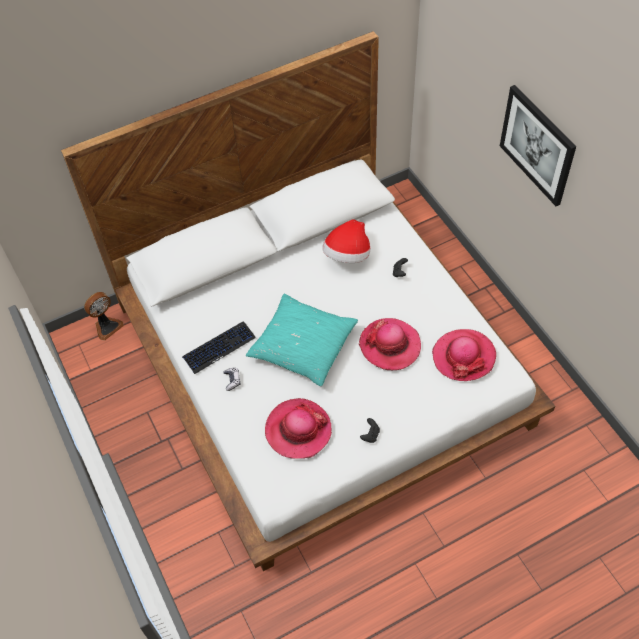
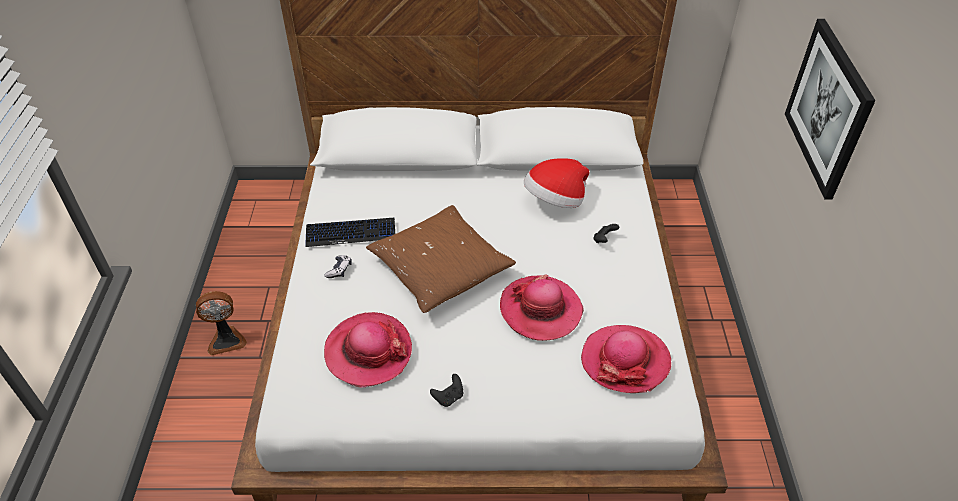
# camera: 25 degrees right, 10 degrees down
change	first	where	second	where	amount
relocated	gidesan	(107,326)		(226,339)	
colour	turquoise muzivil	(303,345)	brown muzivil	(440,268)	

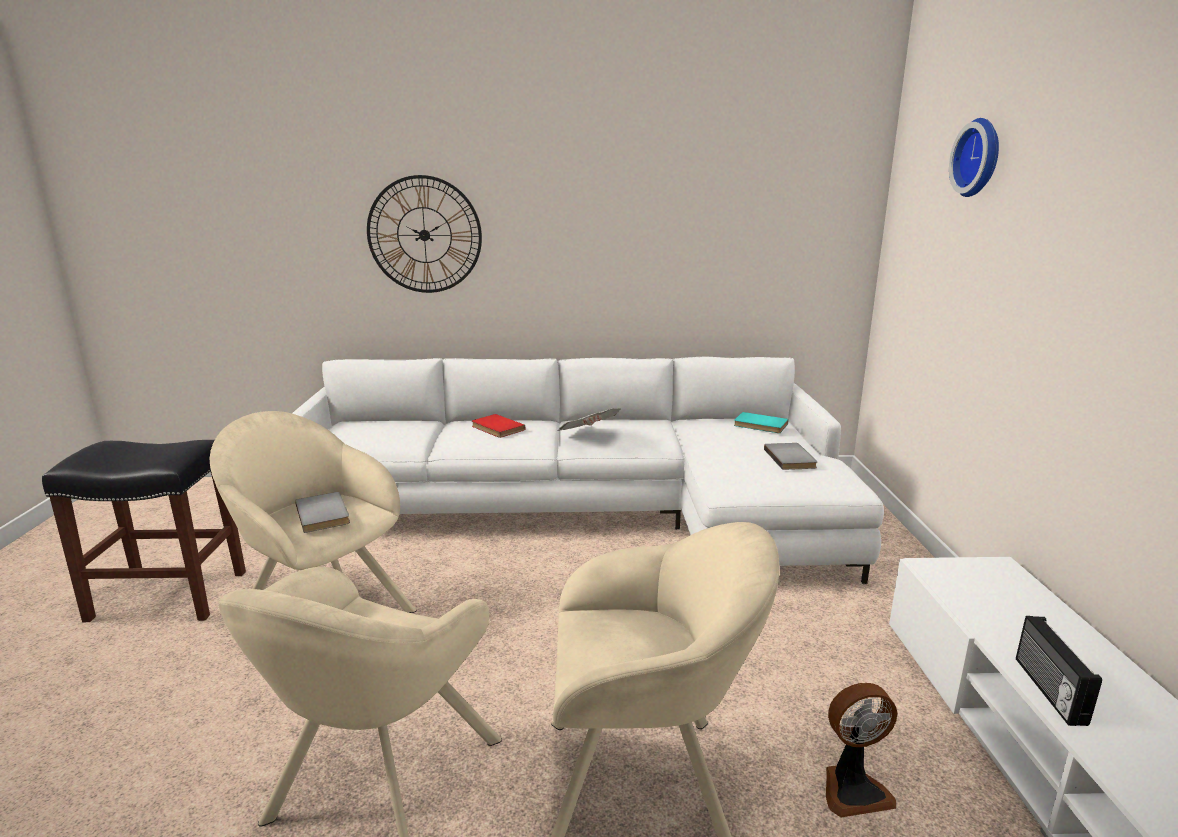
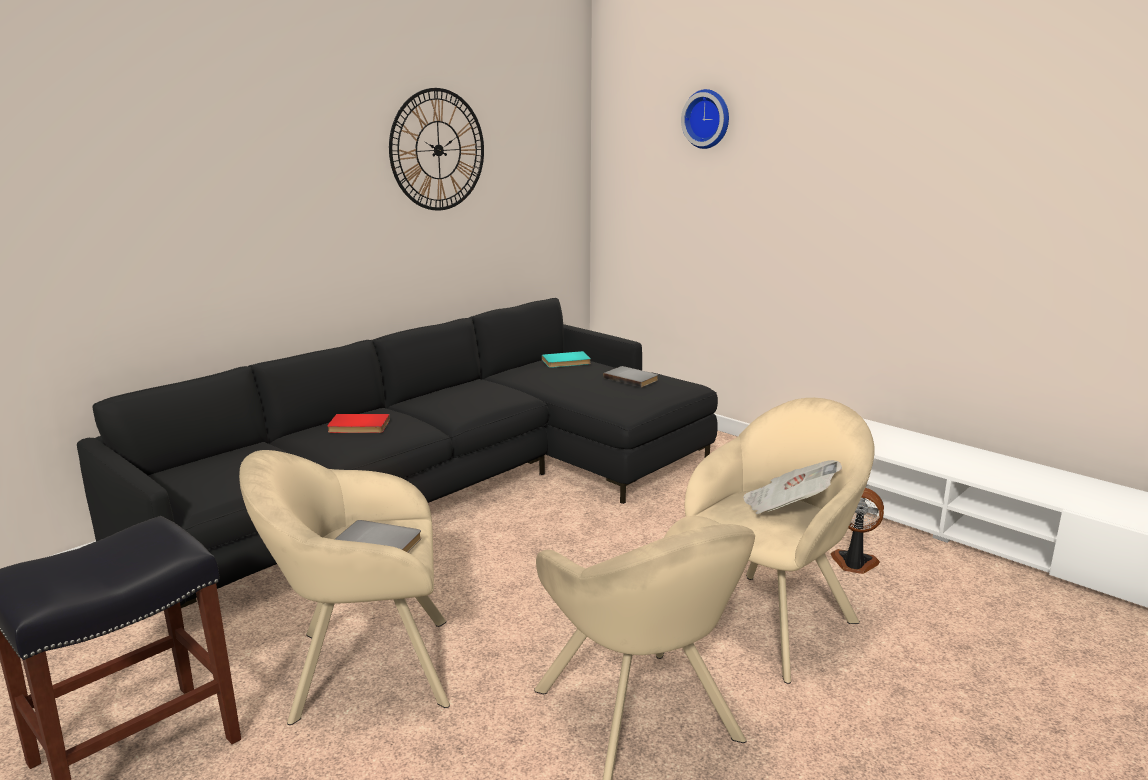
# camera: 45 degrees left, 0 degrees up
change	first	where	second	where	amount
colour	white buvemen	(591,511)	black buvemen	(452,489)	
relocated	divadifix	(424,235)		(438,150)	
relocated	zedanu	(588,436)		(787,507)	
spun	gidesan	(853,789)		(854,564)	105 degrees counterclockwise
missing	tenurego	(1047,690)			

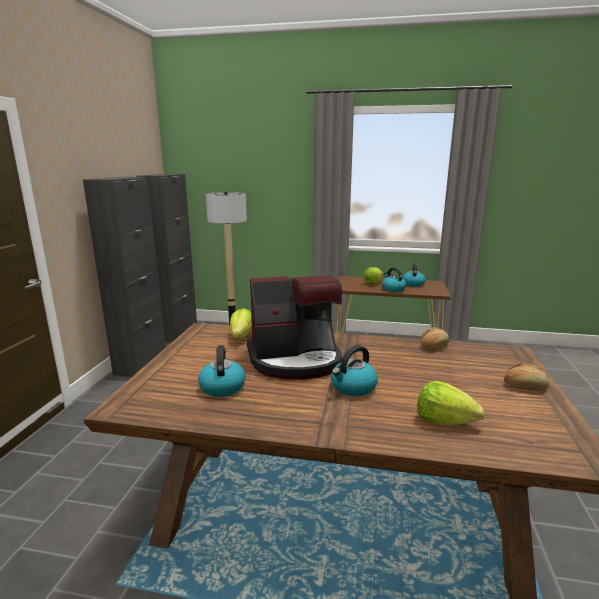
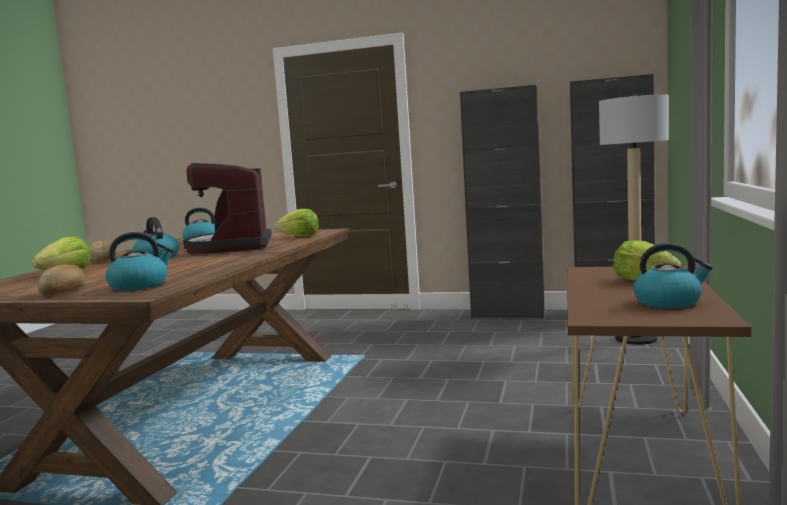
# camera: 95 degrees right, 10 degrees down
change	first	where	second	where	amount
relocated	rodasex	(433,346)		(102,260)	
relocated	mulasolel	(393,289)		(140,286)	

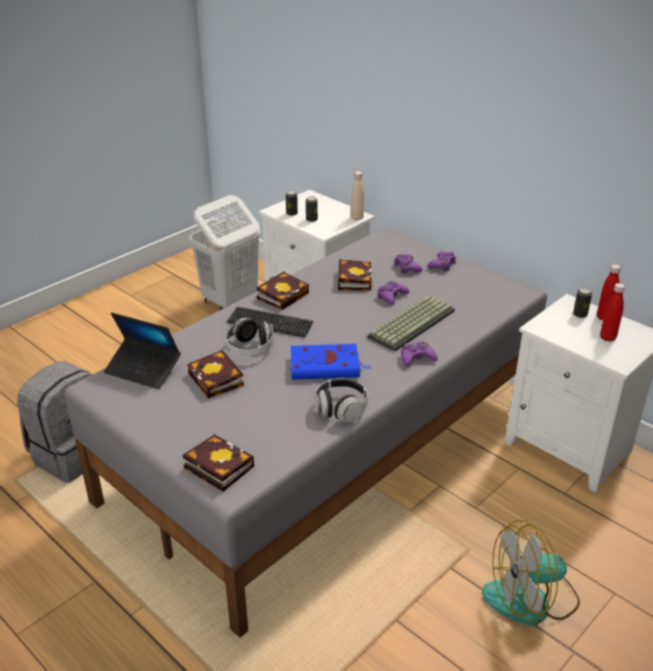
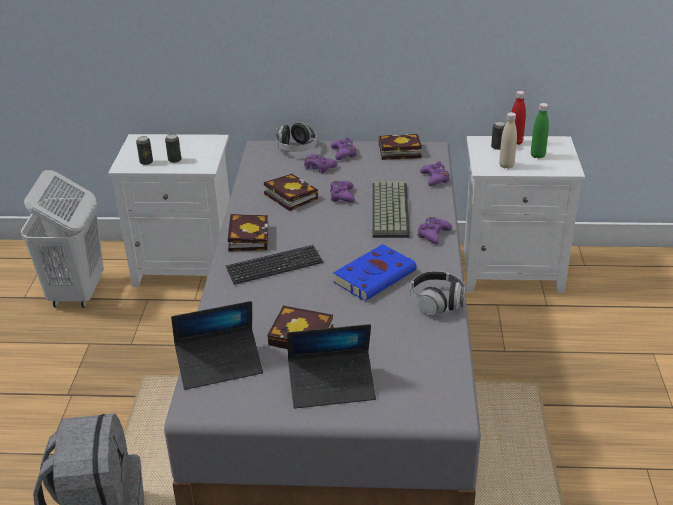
# camera: 40 degrees left, 0 degrees up
change	first	where	second	where	amount
relocated	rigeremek	(250,348)		(296,148)	
appeared			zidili	(332,386)	
relocated	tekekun	(216,466)		(397,151)	
appeared			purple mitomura	(435,179)	
relocated	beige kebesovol	(357,217)		(506,165)	
colour	red kebesovol	(607,338)	green kebesovol	(537,155)	
missing	gidesan	(531,599)			

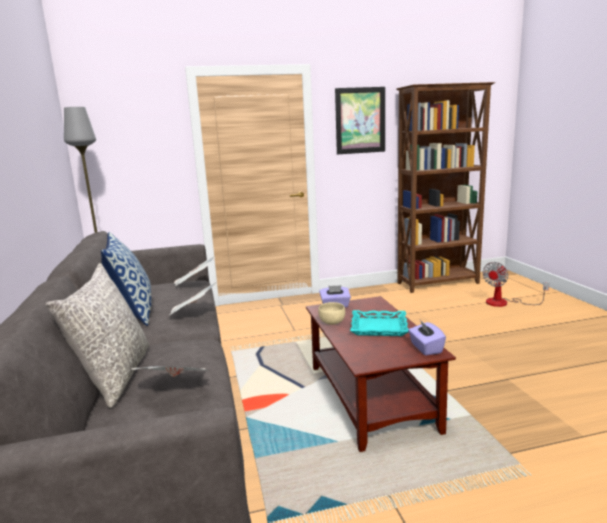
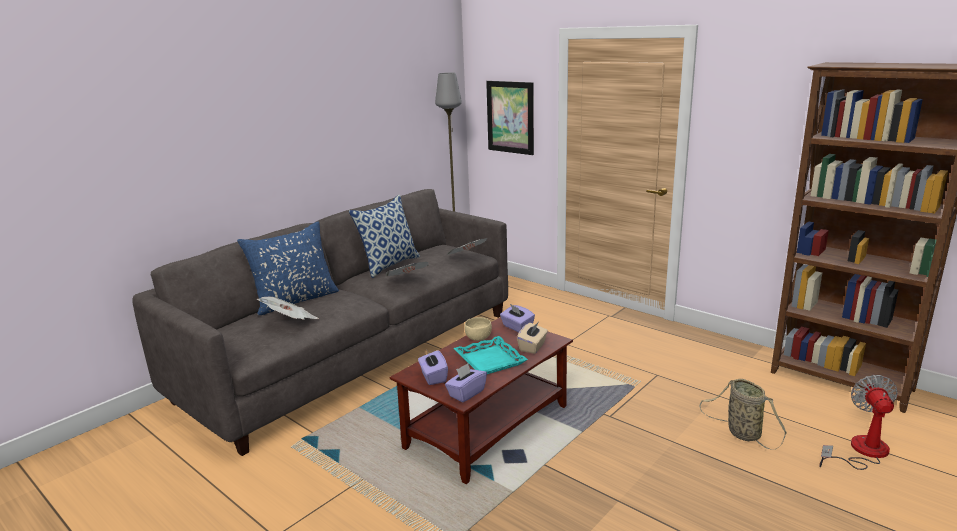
# camera: 55 degrees right, 5 degrees up
change	first	where	second	where	amount
colour	grey muzivil	(115,376)	blue muzivil	(295,300)	
appeared			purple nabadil	(433,377)	
relocated	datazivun	(360,120)		(510,117)	
appeared			beige nabadil	(532,347)	
appeared			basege	(741,432)	
spun	gidesan	(504,303)		(861,451)	90 degrees clockwise

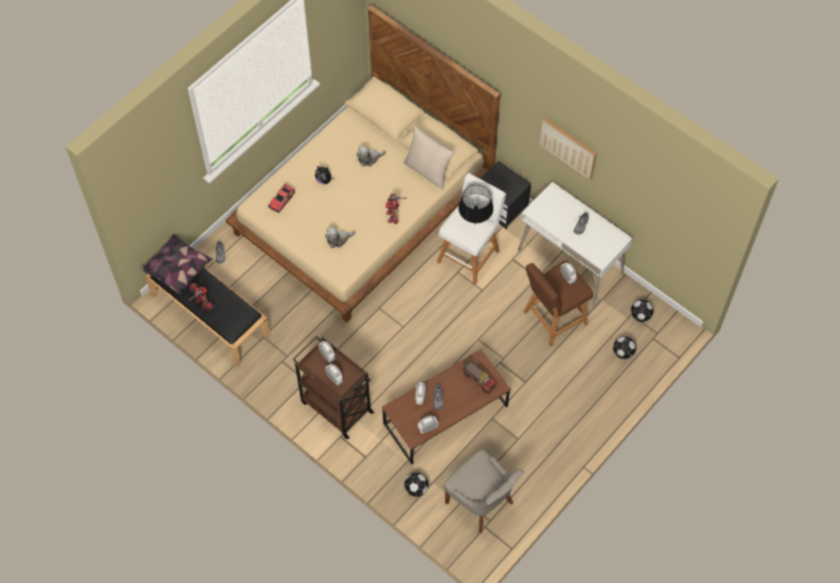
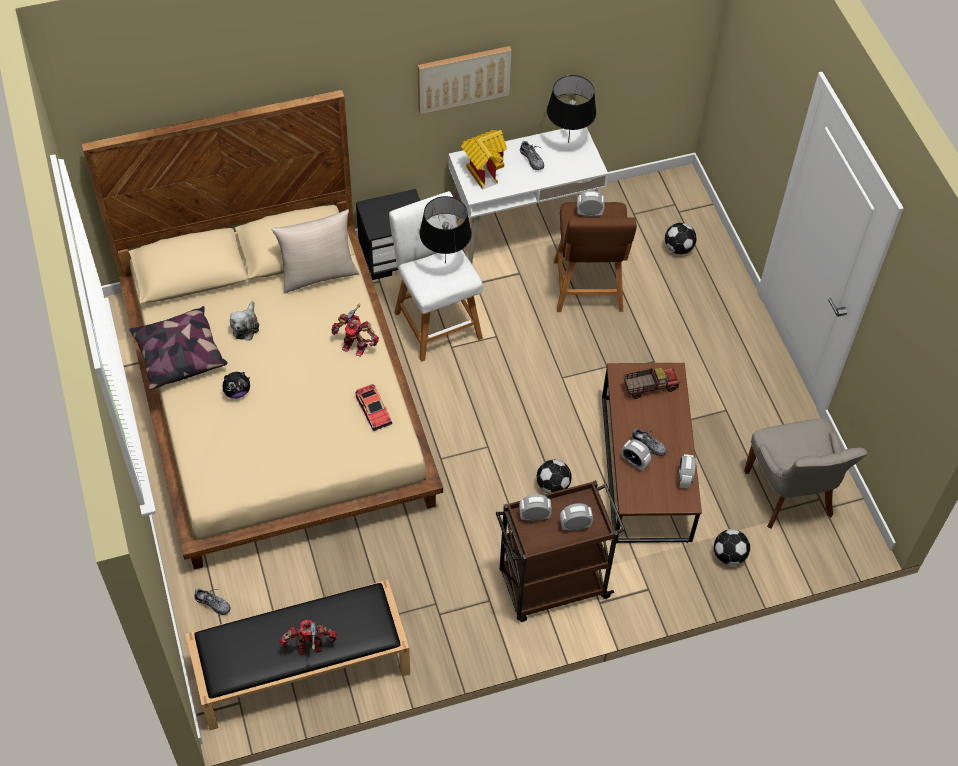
# camera: 60 degrees left, 5 degrees down
change	first	where	second	where	amount
relocated	muzivil	(178,268)		(179,355)	
relocated	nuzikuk	(281,200)		(374,410)	
appeared			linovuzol	(484,170)	
relocated	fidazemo	(640,316)		(553,485)	
appeared			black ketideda	(568,142)	
spun	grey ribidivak	(481,503)		(790,495)	90 degrees clockwise
missing	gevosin	(338,239)			

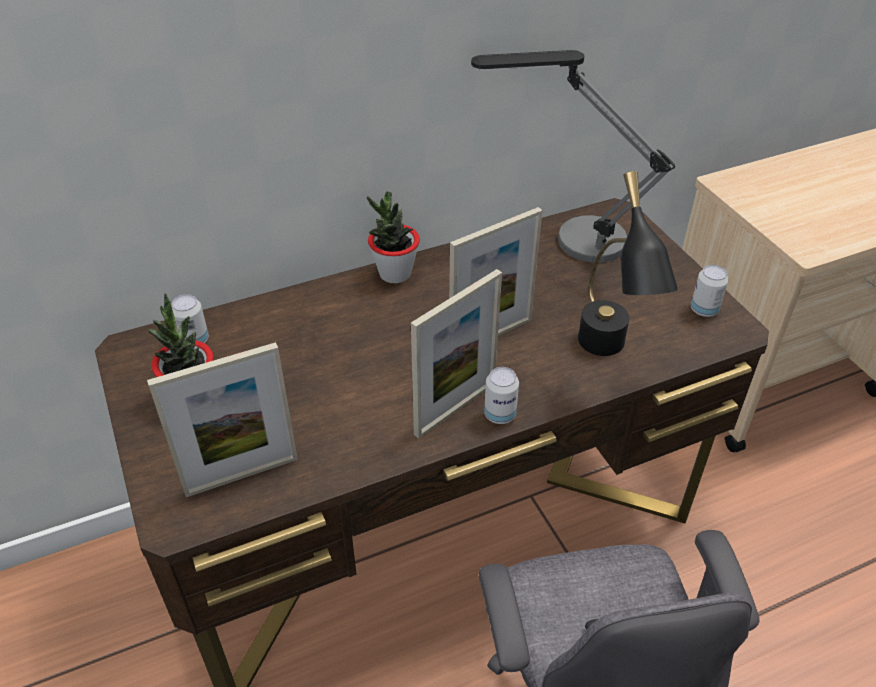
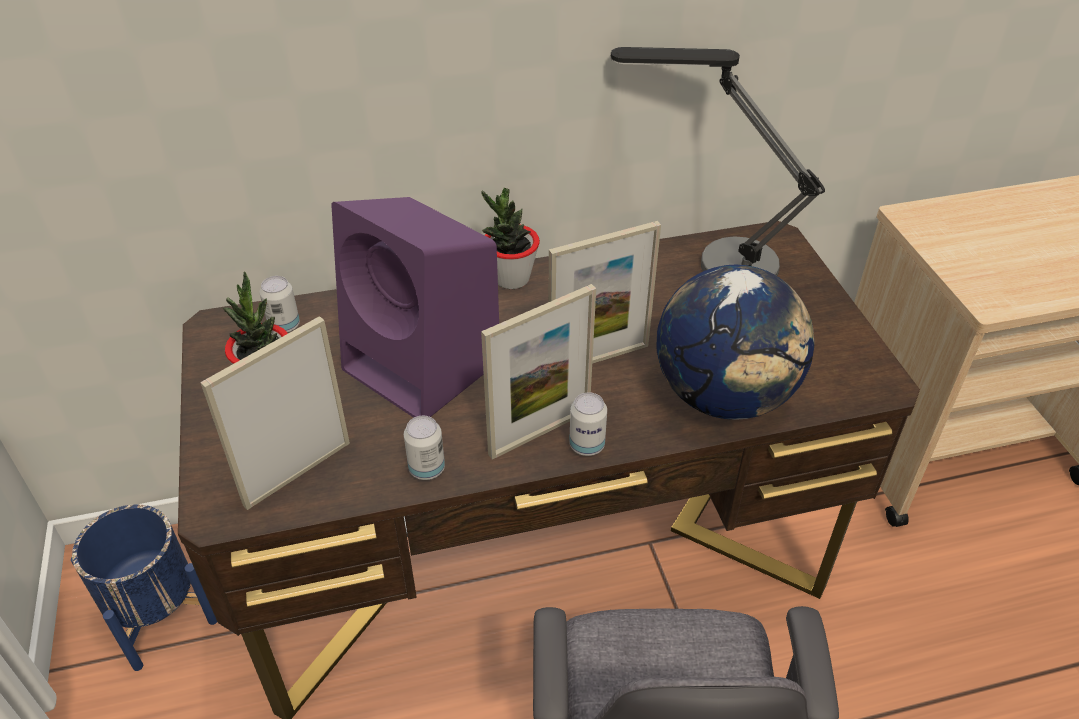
# camera: 10 degrees right, 0 degrees up
change	first	where	second	where	amount
appeared			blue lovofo	(160,615)	
spun	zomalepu	(242,475)		(297,473)	150 degrees clockwise
appeared			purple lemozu	(425,366)	
relocated	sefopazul	(704,310)		(427,469)	
exchanged	black ketideda	(608,356)	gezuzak	(724,396)	

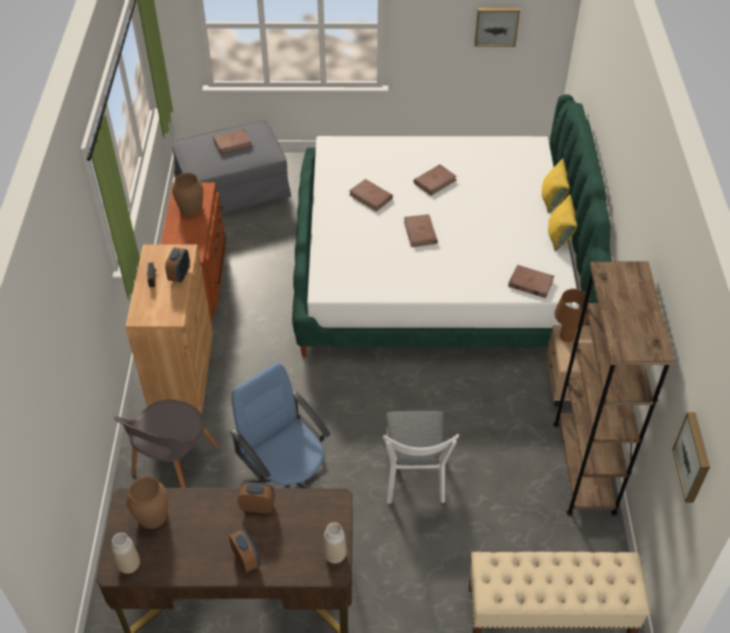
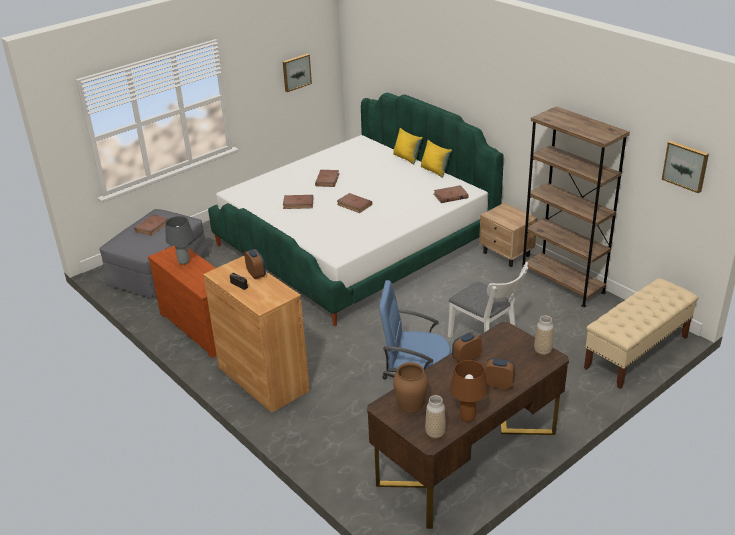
# camera: 40 degrees left, 15 degrees down
change	first	where	second	where	amount
exchanged	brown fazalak	(191,208)	grey ketideda	(184,262)	
relocated	brown ketideda	(566,338)		(468,417)	
missing	grey ribidivak	(173,463)			

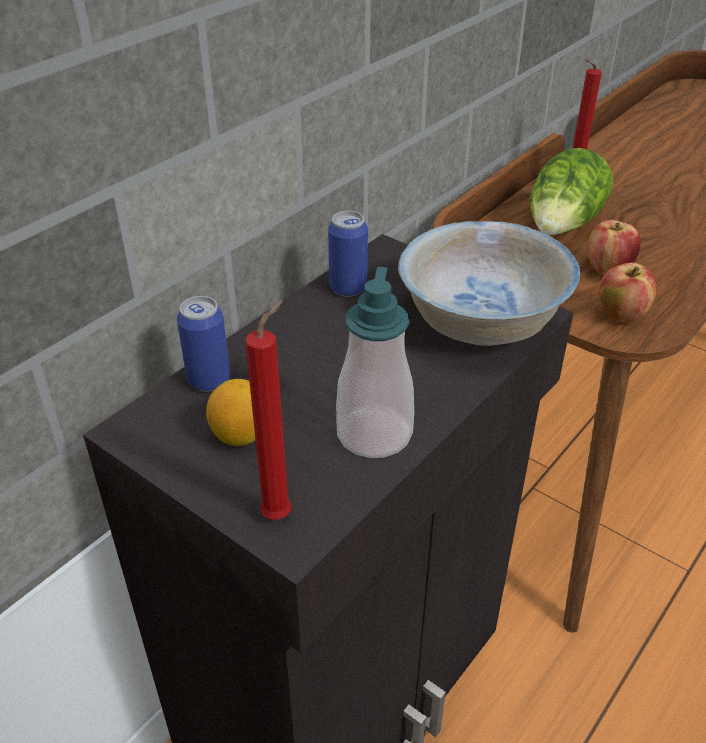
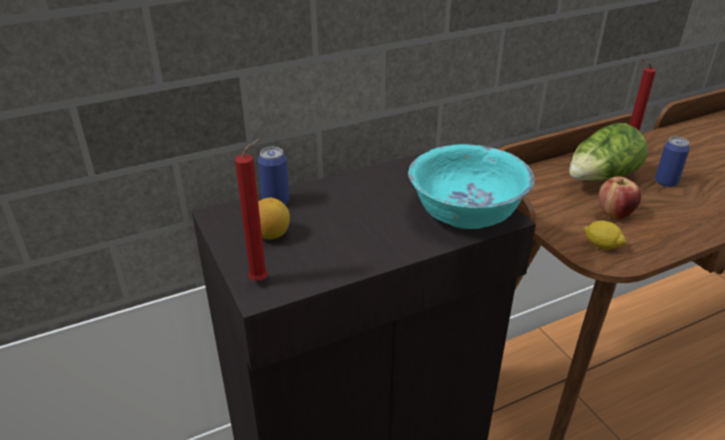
# camera: 25 degrees right, 5 degrees down
change	first	where	second	where	amount
colour	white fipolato	(483,320)	turquoise fipolato	(467,213)	
exchanged	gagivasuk	(621,315)	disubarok	(601,245)	
relocated	sefopazul	(348,288)		(665,182)	
missing	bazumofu	(374,434)			

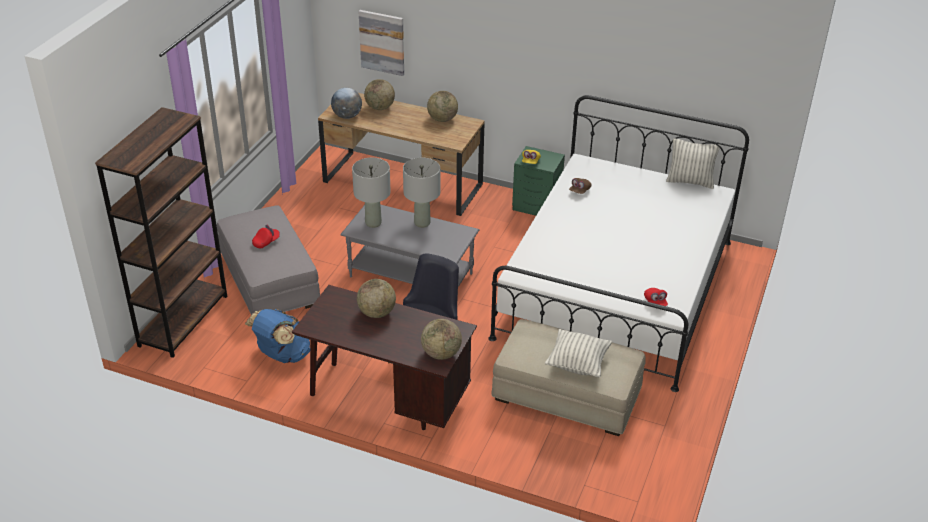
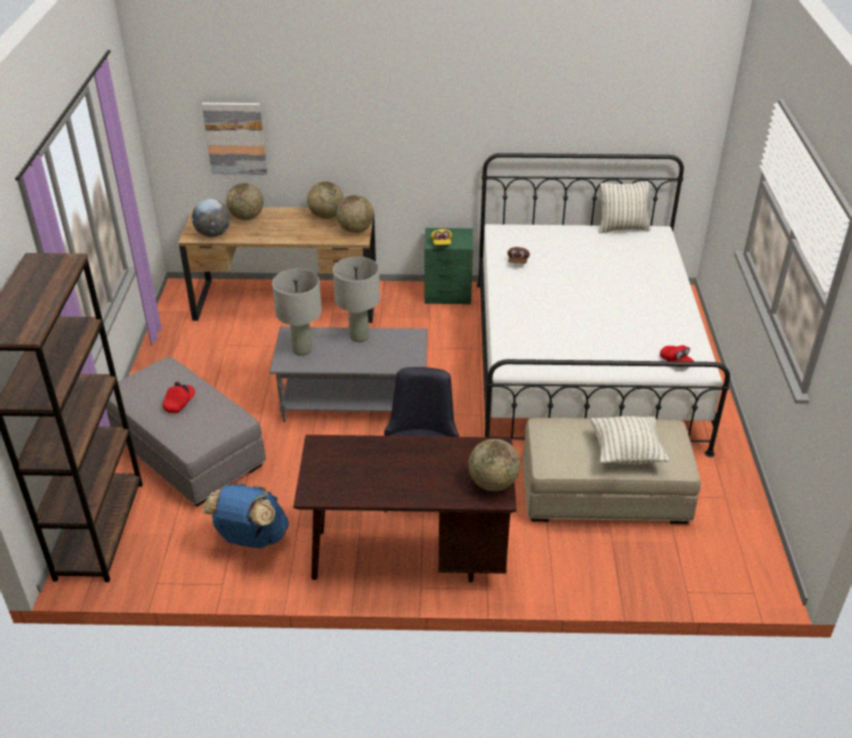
# camera: 20 degrees left, 0 degrees up
change	first	where	second	where	amount
relocated	gezuzak	(377,313)		(355,230)	

